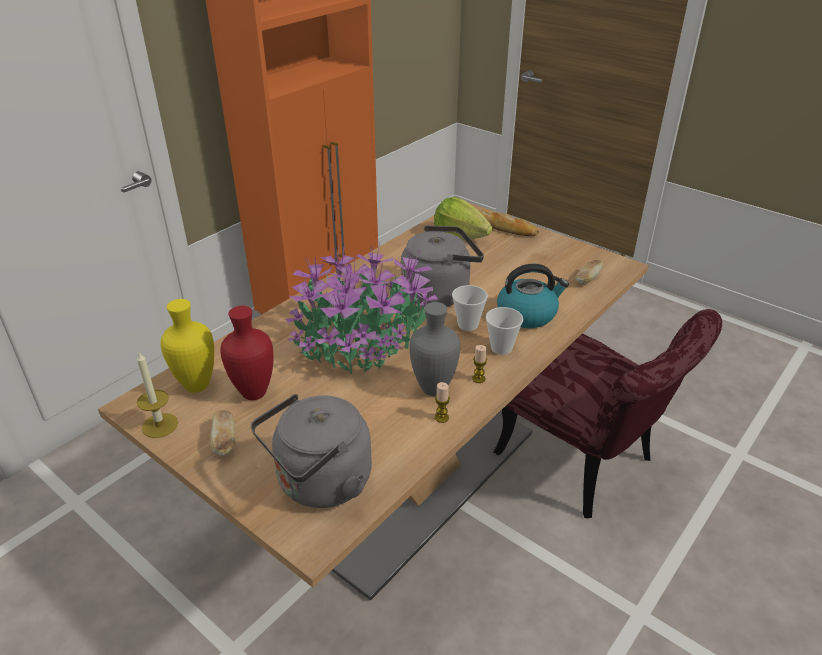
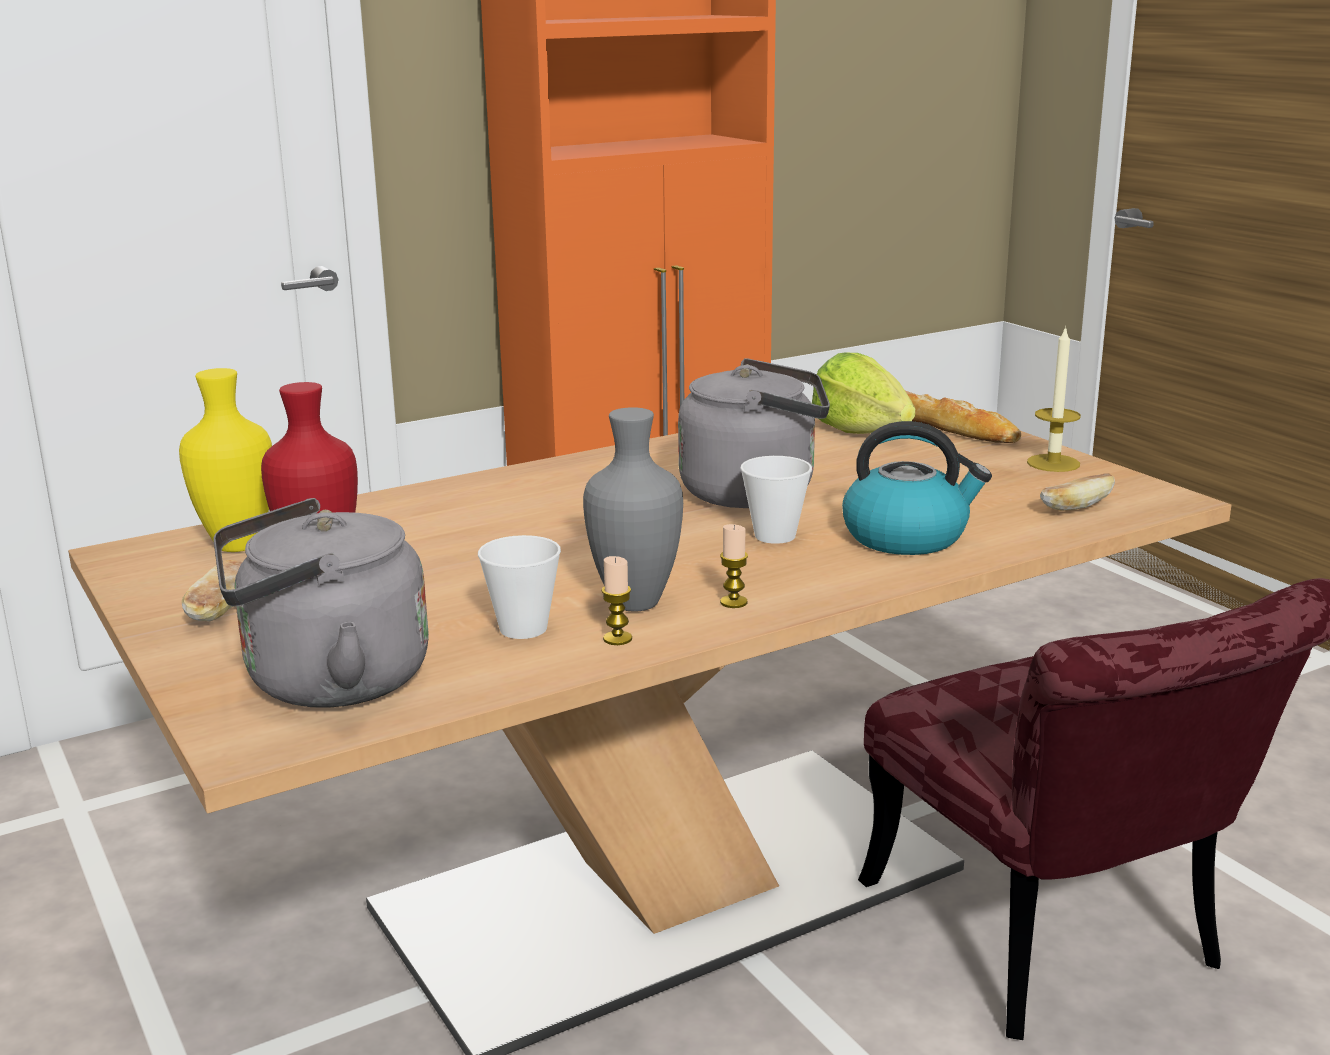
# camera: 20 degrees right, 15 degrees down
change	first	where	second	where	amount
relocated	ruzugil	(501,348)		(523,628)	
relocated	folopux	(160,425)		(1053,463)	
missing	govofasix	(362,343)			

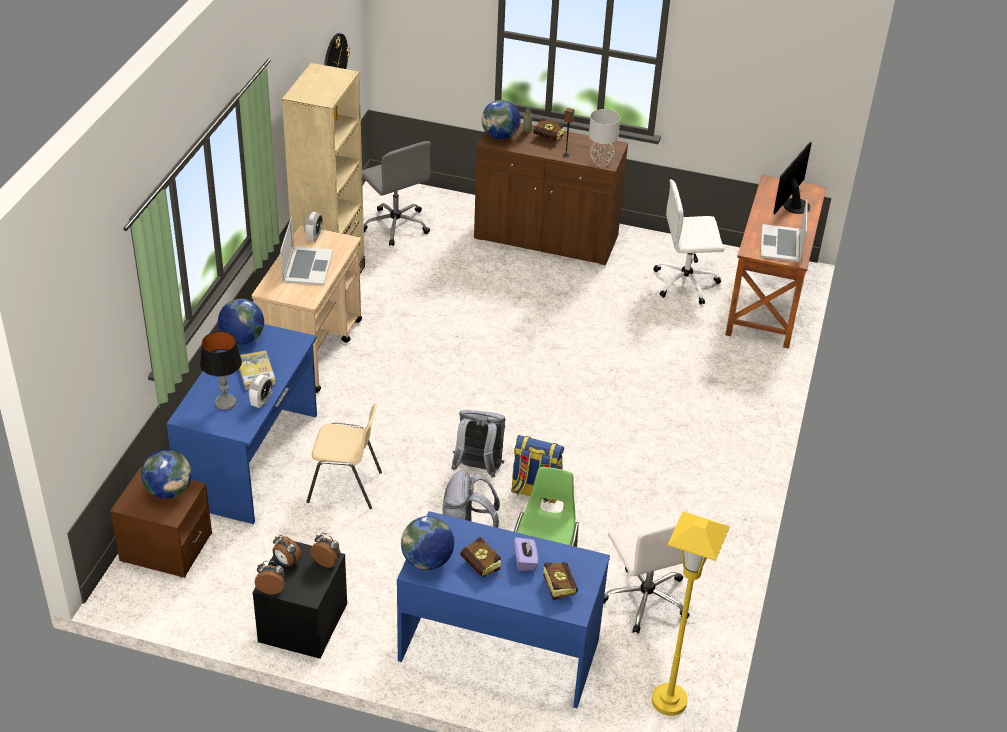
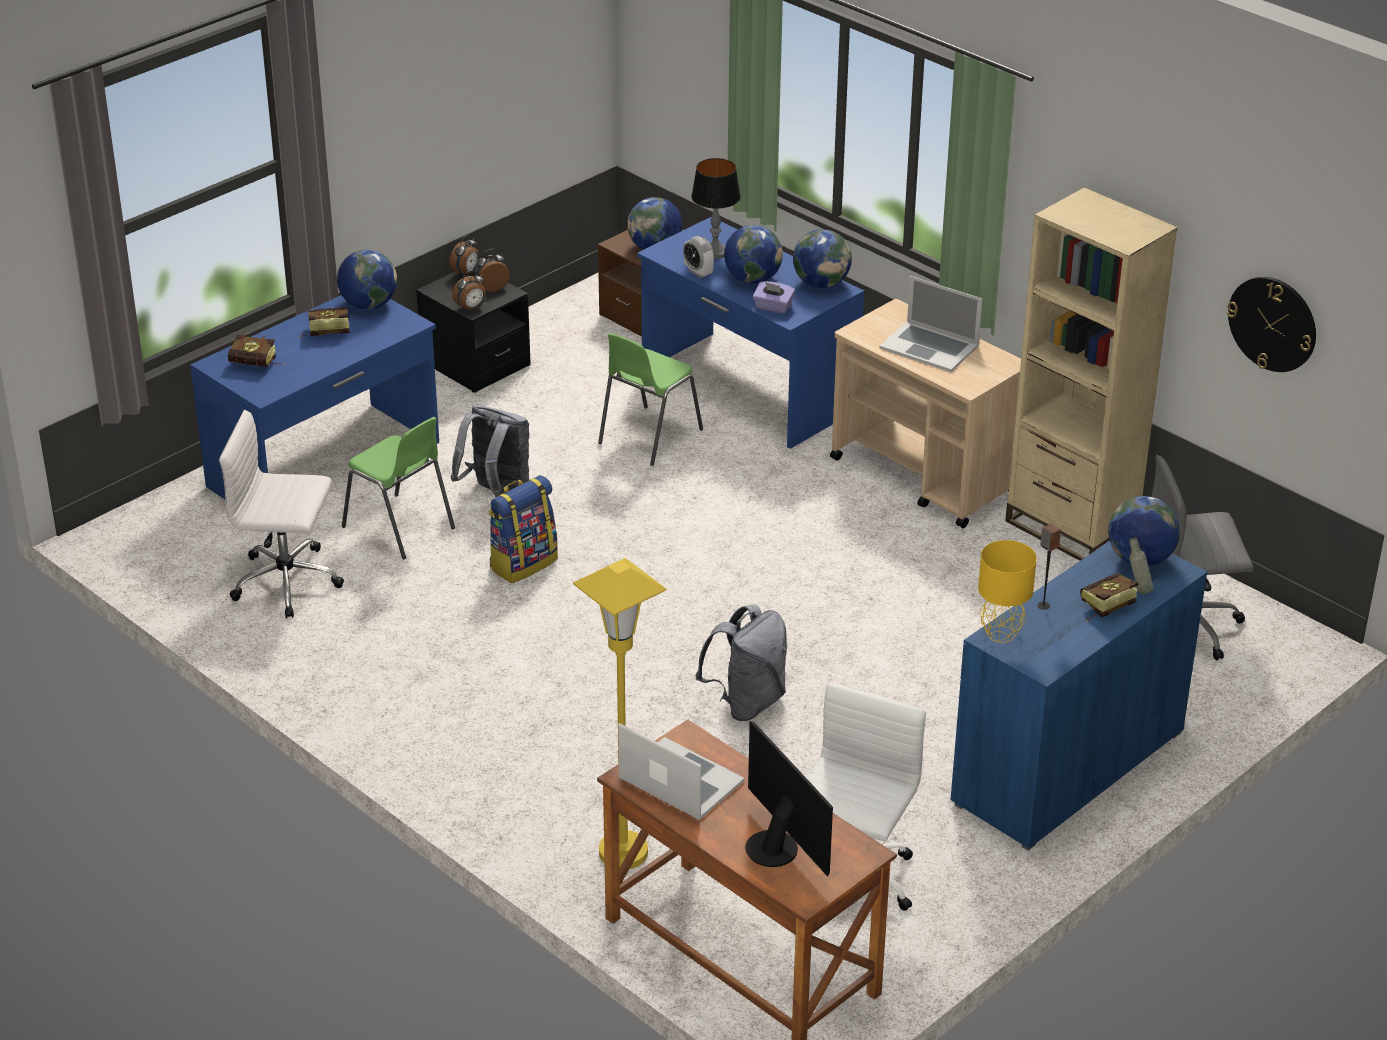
# camera: 120 degrees right, 5 degrees down
change	first	where	second	where	amount
relocated	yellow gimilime	(669,701)		(623,852)	
colour	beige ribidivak	(345,487)	green ribidivak	(648,436)	
relocated	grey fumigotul	(478,469)		(747,703)	
exchanged	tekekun	(256,372)	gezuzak	(752,279)	
relocated	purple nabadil	(525,561)		(773,307)	
colour	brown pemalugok	(546,238)	blue pemalugok	(1067,767)	
colour	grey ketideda	(601,162)	yellow ketideda	(1000,634)	
missing	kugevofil	(314,237)			

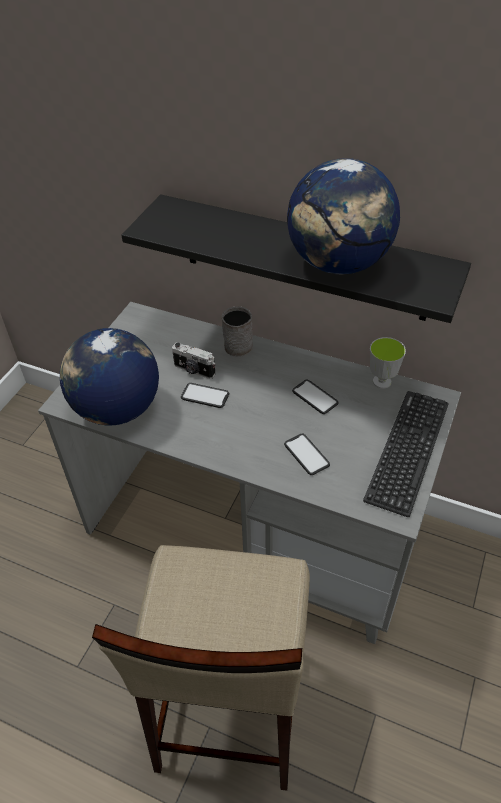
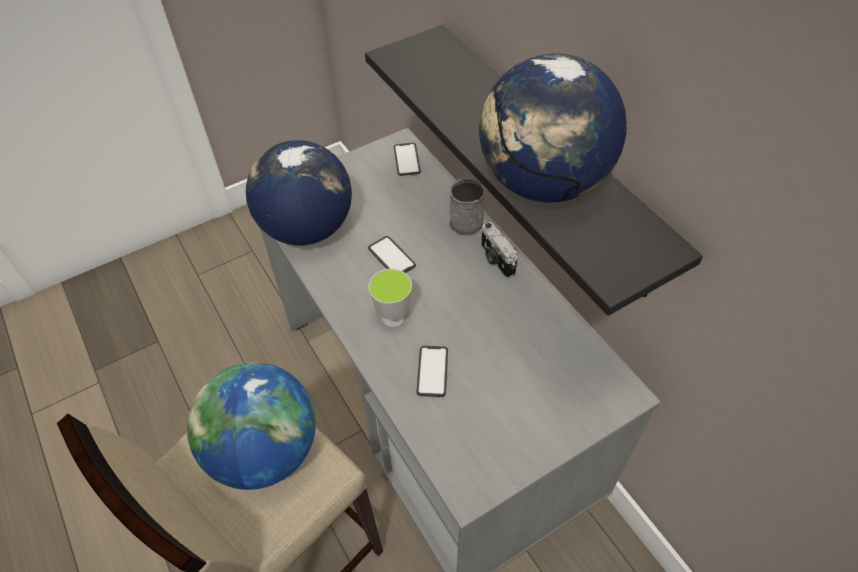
# camera: 35 degrees right, 5 degrees up
change	first	where	second	where	amount
appeared			gezuzak	(264,451)	
relocated	ruzugil	(382,382)		(393,318)	
relocated	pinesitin	(315,397)		(407,160)	
relocated	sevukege	(194,370)		(496,260)	
missing	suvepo	(407,450)			

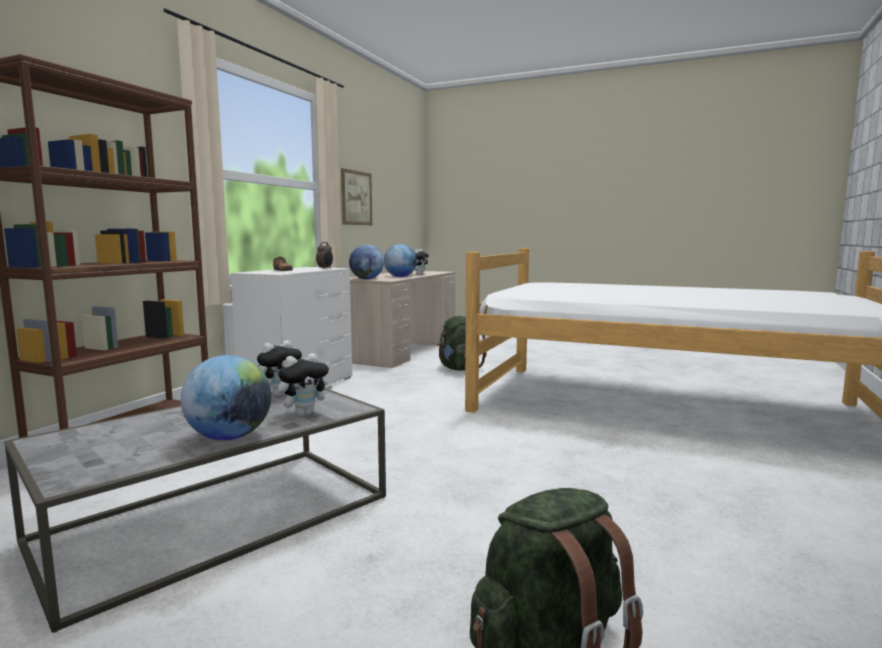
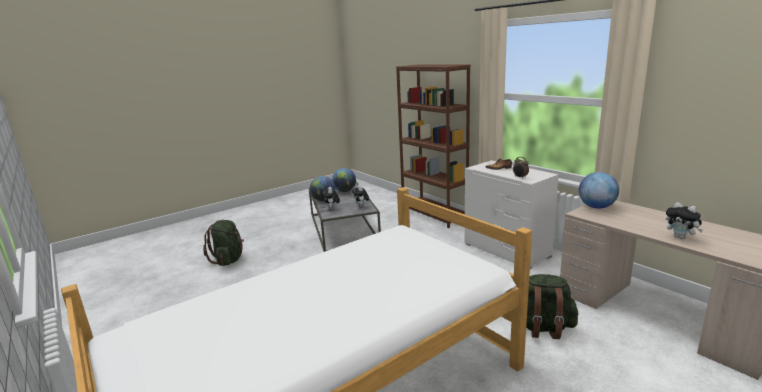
# camera: 120 degrees right, 10 degrees up
change	first	where	second	where	amount
relocated	gezuzak	(400,277)		(345,191)	
missing	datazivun	(356,198)			

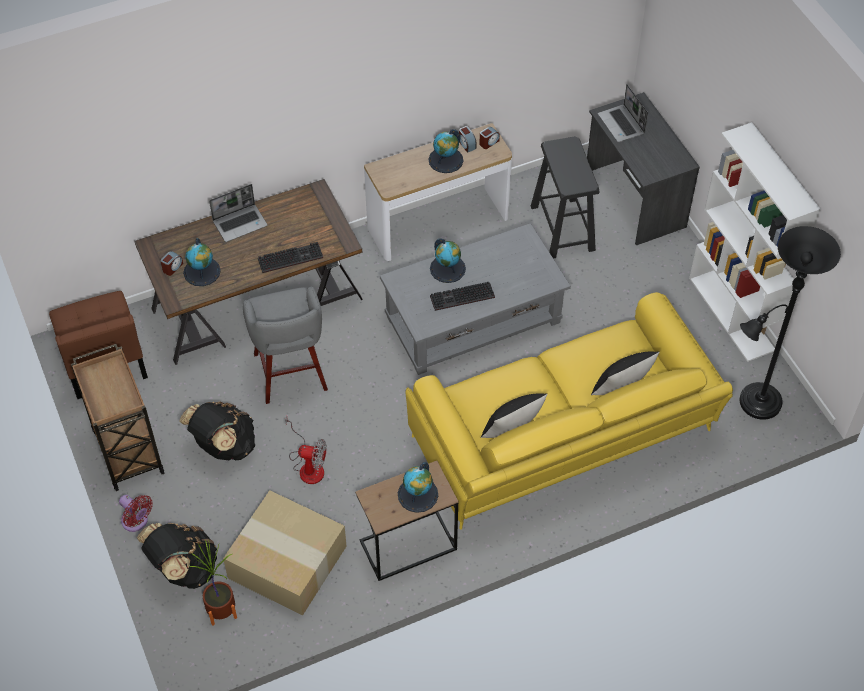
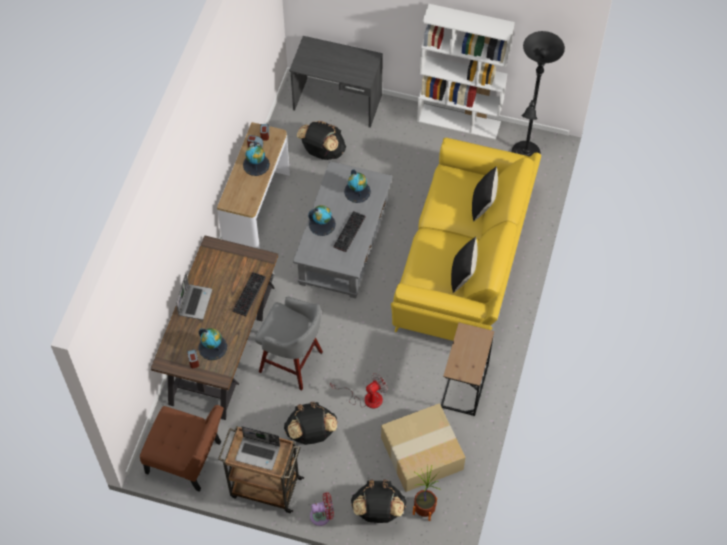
# camera: 50 degrees left, 5 degrees up
change	first	where	second	where	amount
relocated	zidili	(622,124)		(258,453)	
exchanged	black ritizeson	(562,227)	black fumigotul	(322,152)	
relocated	gezuzak	(418,494)		(357,191)	

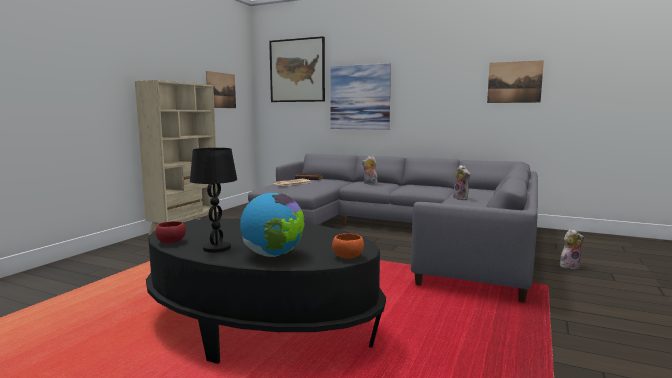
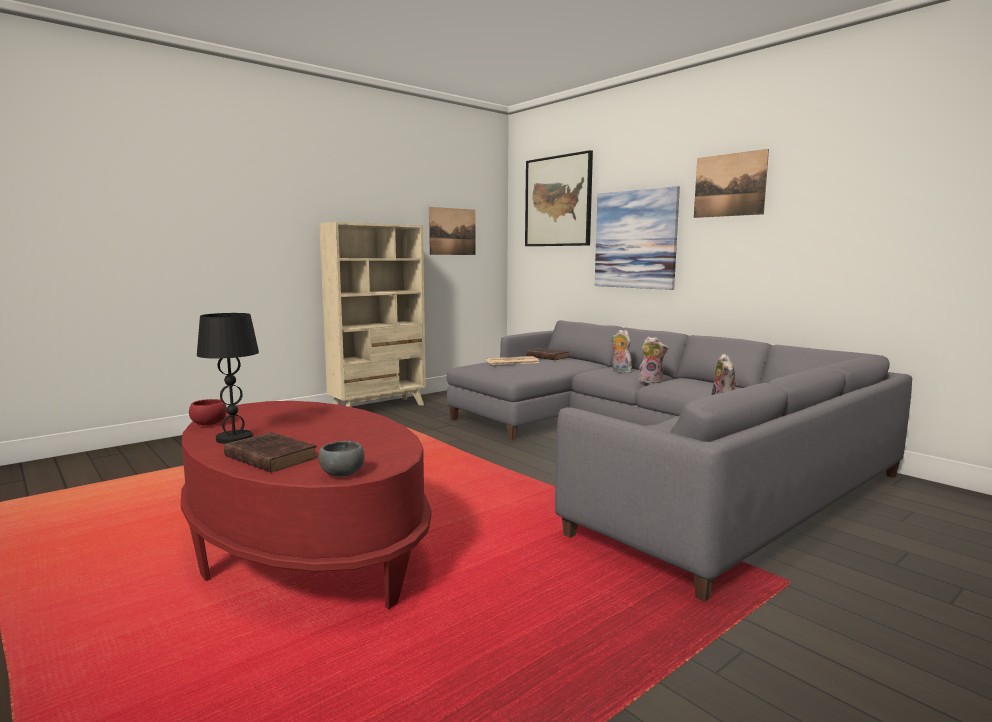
# camera: 25 degrees right, 0 degrees up
change	first	where	second	where	amount
colour	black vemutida	(261,326)	red vemutida	(305,547)	
exchanged	gezuzak	(273,255)	brown tekekun	(269,457)	
colour	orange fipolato	(348,257)	grey fipolato	(342,474)	
relocated	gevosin	(569,266)		(651,381)	
relocated	datazivun	(514,82)		(729,185)	

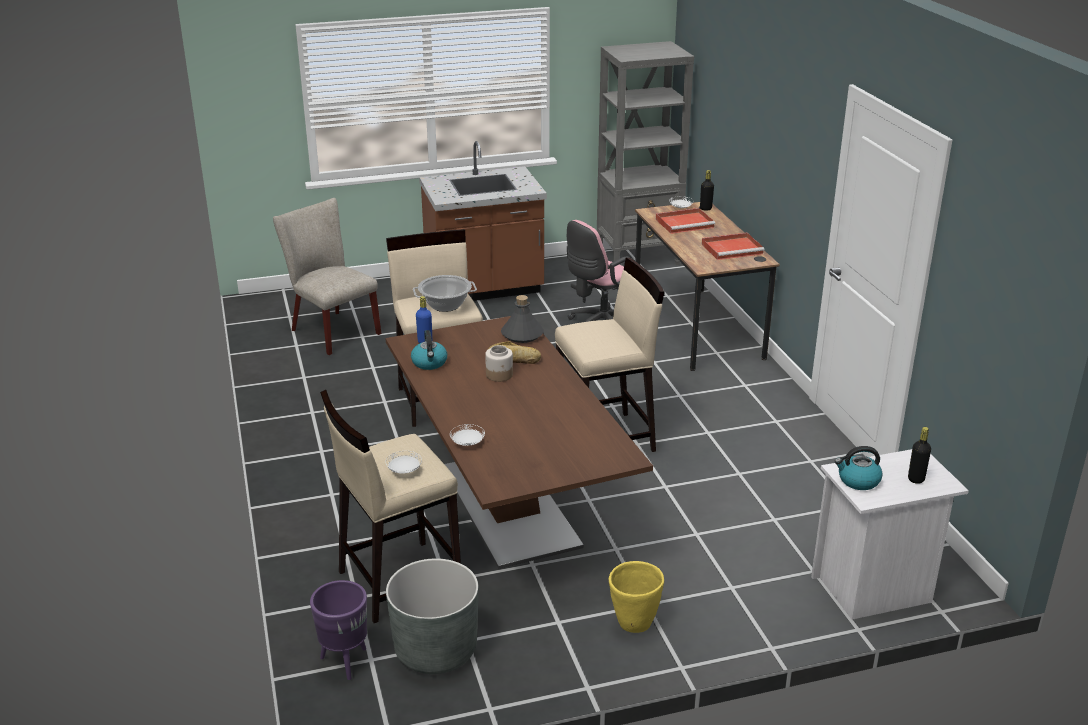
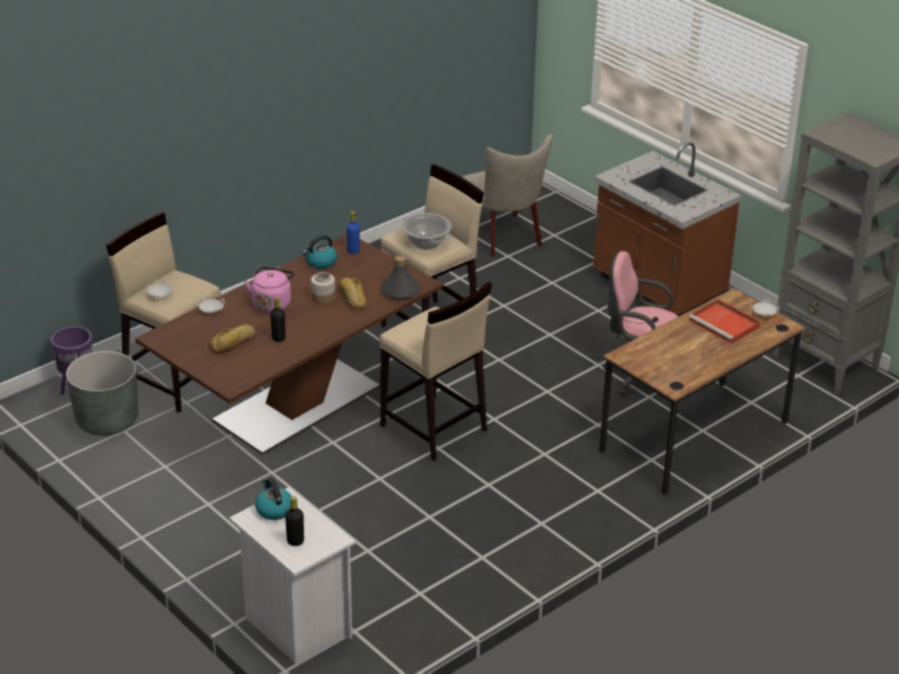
# camera: 65 degrees right, 5 degrees up
change	first	where	second	where	amount
appeared			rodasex	(234,343)	
appeared			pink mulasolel	(272,303)	
relocated	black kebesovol	(705,208)		(278,338)	
spun	beige ribidivak	(331,330)		(505,238)	135 degrees clockwise
missing	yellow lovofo	(634,623)			
missing	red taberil	(733,248)			

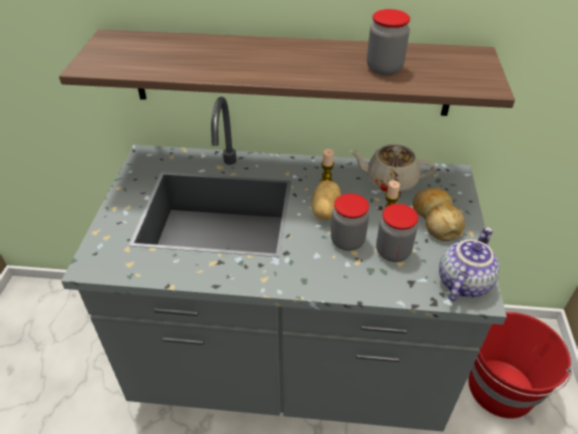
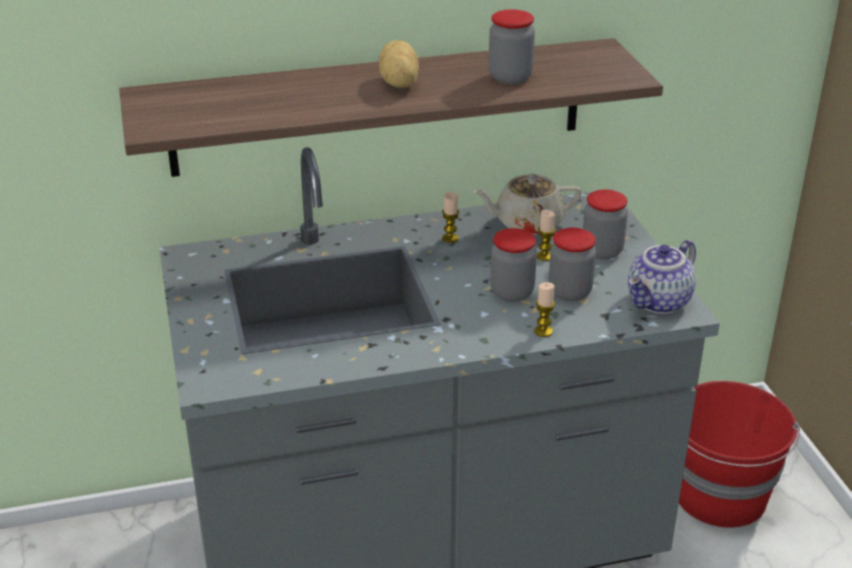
# camera: 20 degrees left, 10 degrees down
change	first	where	second	where	amount
relocated	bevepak	(324,211)		(397,83)	
appeared			folopux	(543,331)	
exchanged	rodasex	(436,219)	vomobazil	(602,251)	
spun	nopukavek	(462,281)		(659,302)	150 degrees counterclockwise

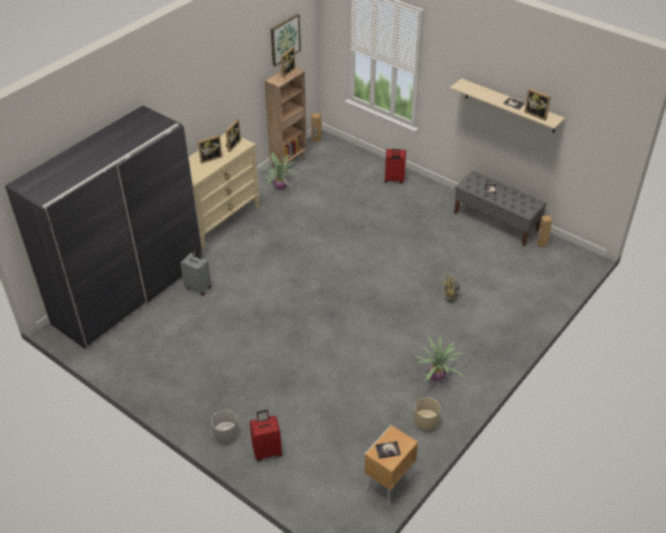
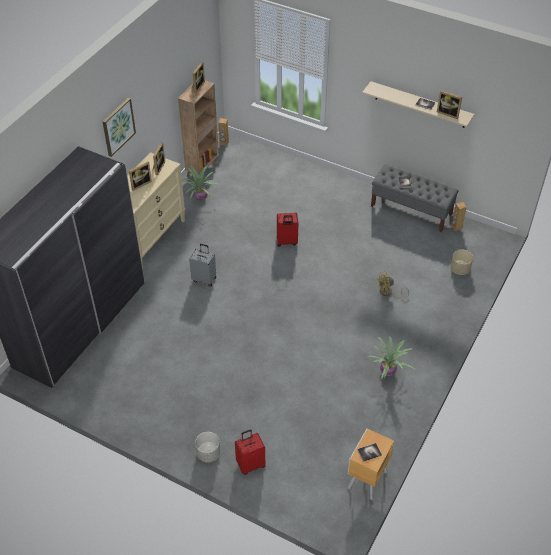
# camera: 10 degrees left, 5 degrees up
change	first	where	second	where	amount
relocated	datazivun	(284,39)		(118,126)	
relocated	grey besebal	(199,287)		(204,279)	
relocated	red besebal	(394,180)		(286,242)	
relocated	beige lovofo	(426,422)		(460,269)	

